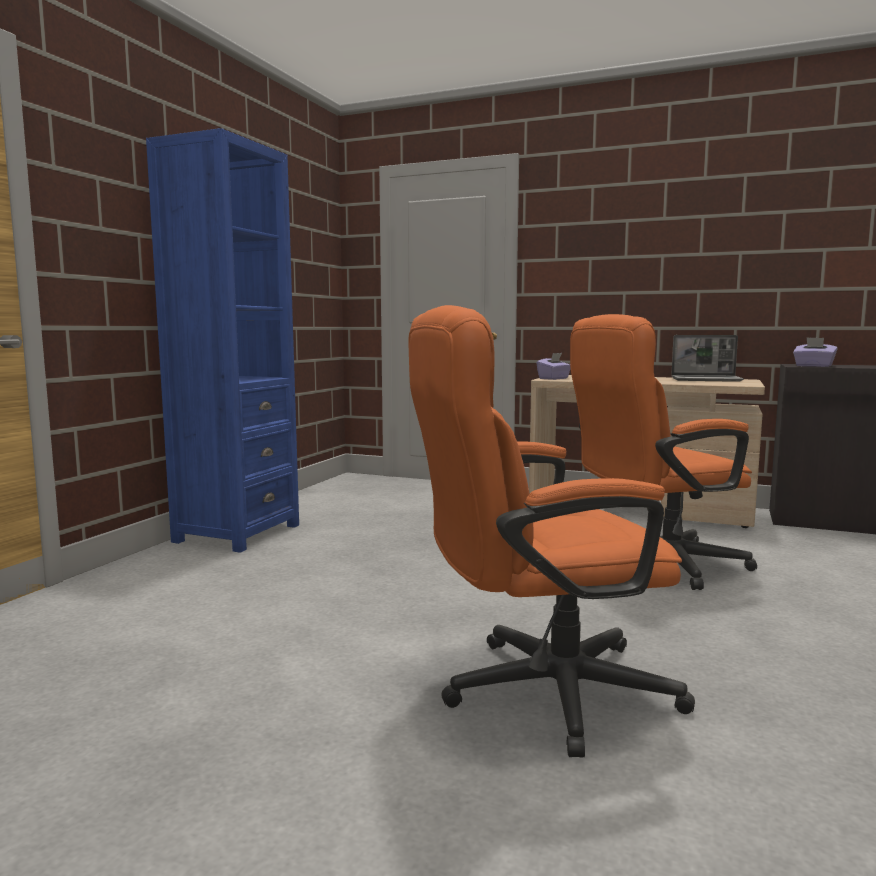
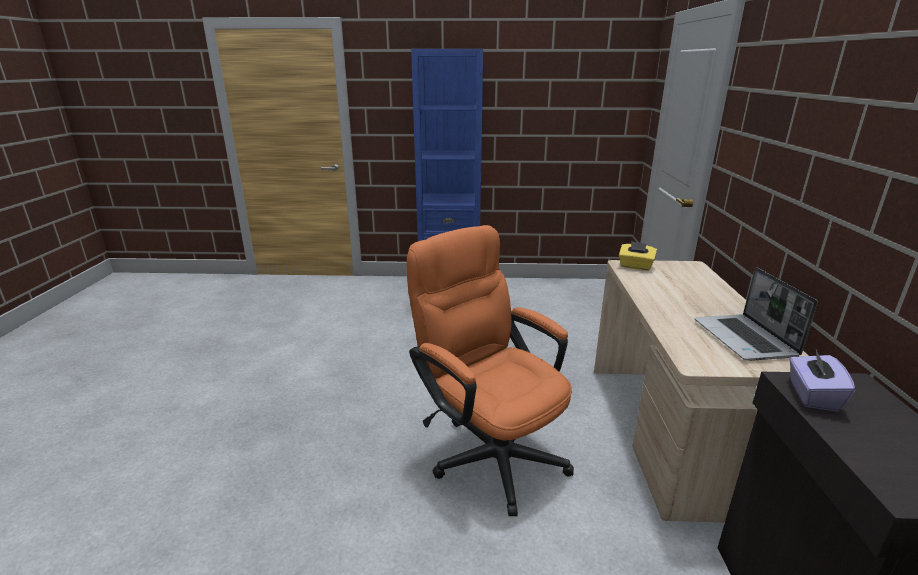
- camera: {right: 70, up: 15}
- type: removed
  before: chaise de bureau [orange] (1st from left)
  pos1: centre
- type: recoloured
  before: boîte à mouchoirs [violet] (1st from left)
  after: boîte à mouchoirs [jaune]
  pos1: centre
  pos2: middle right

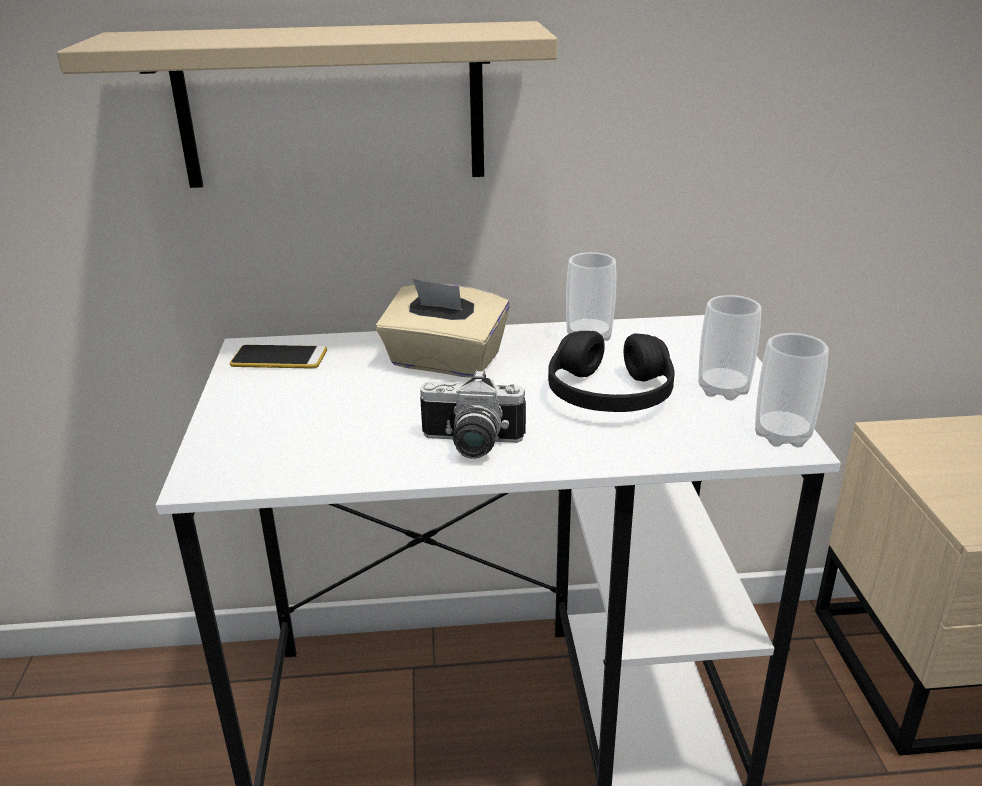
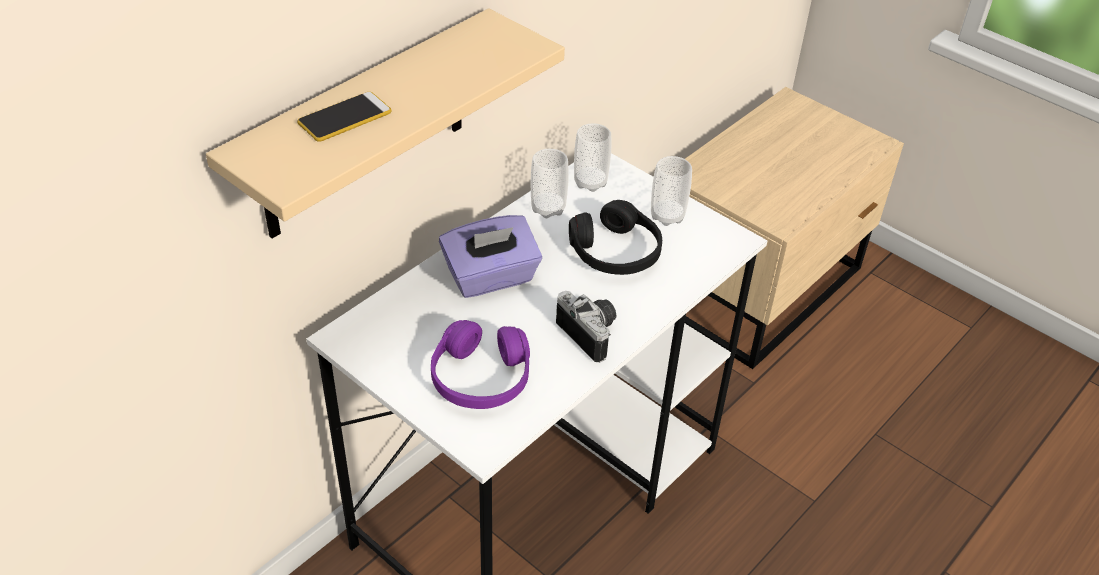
- camera: {right: -45, up: 15}
- type: recoloured
  before: boîte à mouchoirs [beige]
  after: boîte à mouchoirs [violet]
  pos1: centre
  pos2: centre
- type: moved
  before: tasse (3rd from left in the first image)
  after: tasse (2nd from left)
  pos1: middle right
  pos2: top centre
- type: moved
  before: téléphone
  pos1: middle left
  pos2: top left
- type: turned
  before: appareil photo
  pos1: centre
  pos2: centre
  turn: -90
- type: added
  after: casque audio [violet]
  pos2: centre

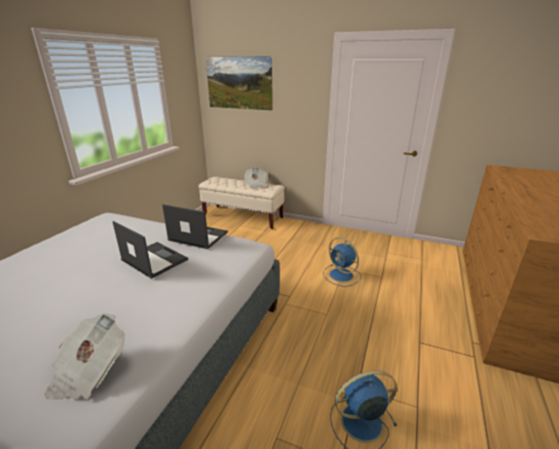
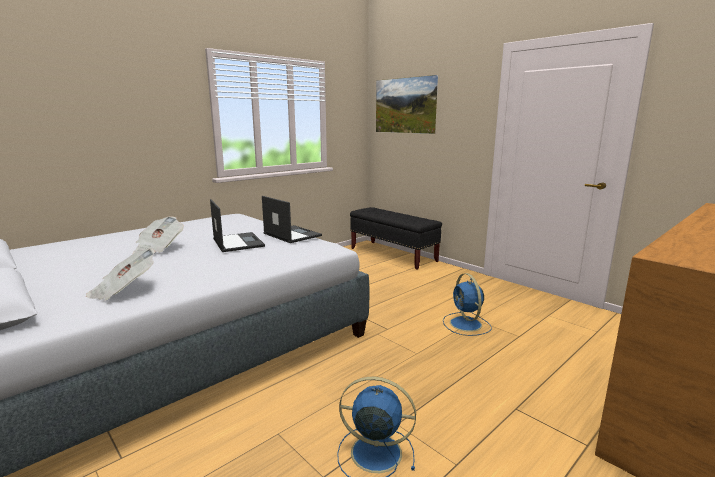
- camera: {right: 25, up: -10}
- type: moved
  before: journal (2nd from left)
  pos1: centre
  pos2: middle left
- type: recoloured
  before: banc [beige]
  after: banc [noir]
  pos1: centre
  pos2: centre

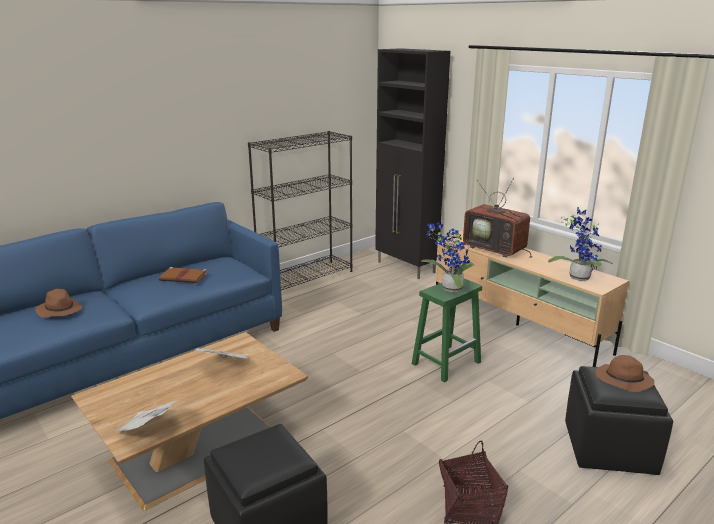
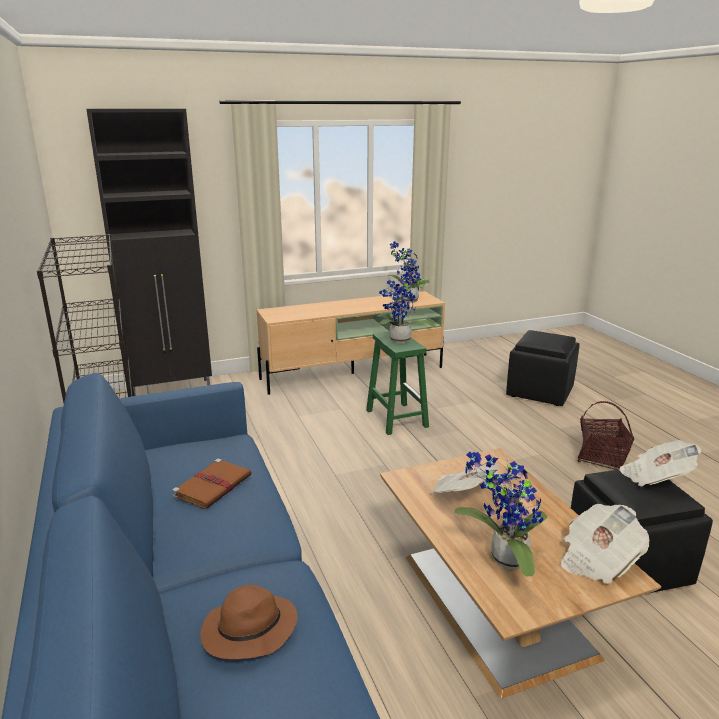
- camera: {right: -70, up: 0}
- type: removed
  before: téléviseur
  pos1: middle right
- type: removed
  before: chapeau [marron] (2nd from left)
  pos1: bottom right
- type: added
  after: journal (3rd from left)
  pos2: middle right
- type: added
  after: plante en pot (3rd from left)
  pos2: bottom right

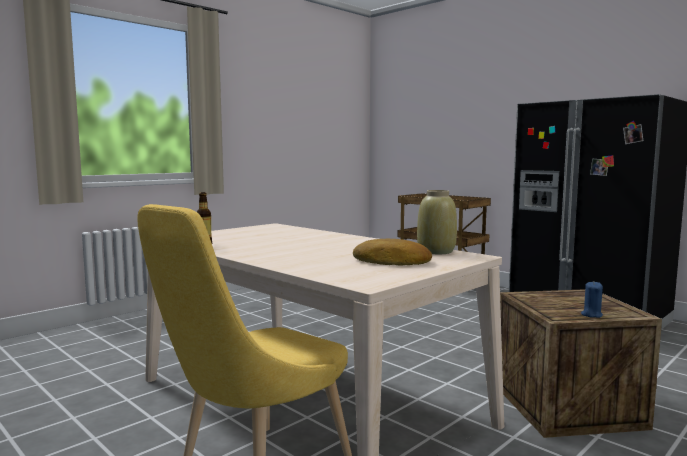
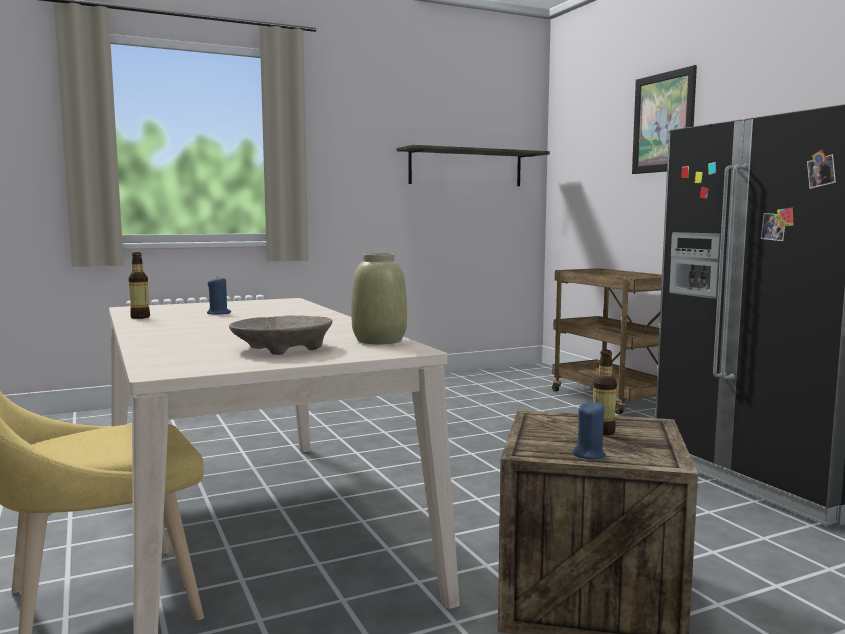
- camera: {right: 20, up: 0}
- type: replaced
  before: pain
  after: bol [beige]
  pos1: centre
  pos2: middle left
- type: added
  after: tableau
  pos2: top right
- type: added
  after: étagère
  pos2: top centre
- type: added
  after: bougie [bleu] (1st from left)
  pos2: middle left
- type: added
  after: bouteille (2nd from left)
  pos2: middle right

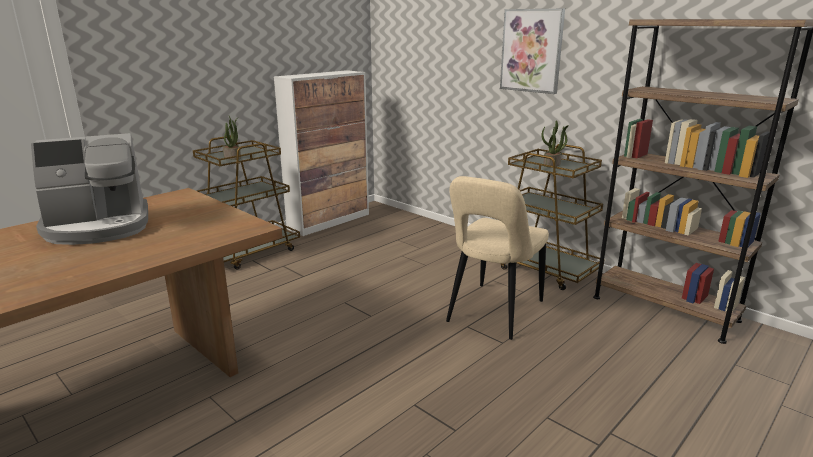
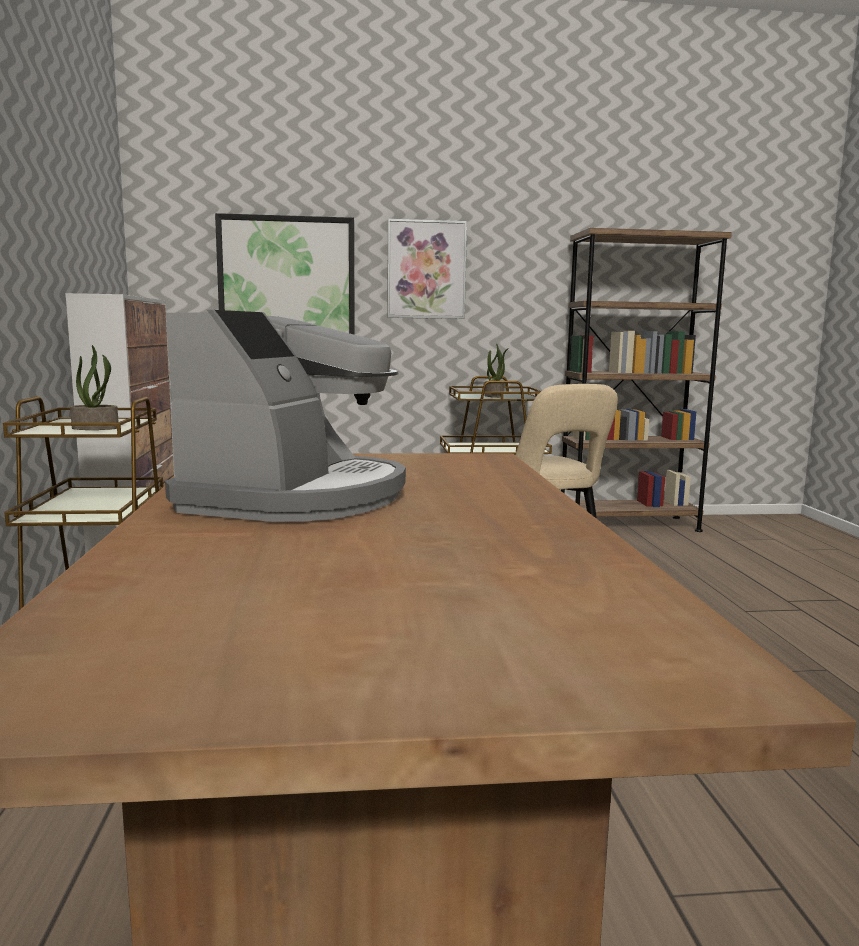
- camera: {right: -50, up: -10}
- type: added
  after: tableau (1st from left)
  pos2: top left

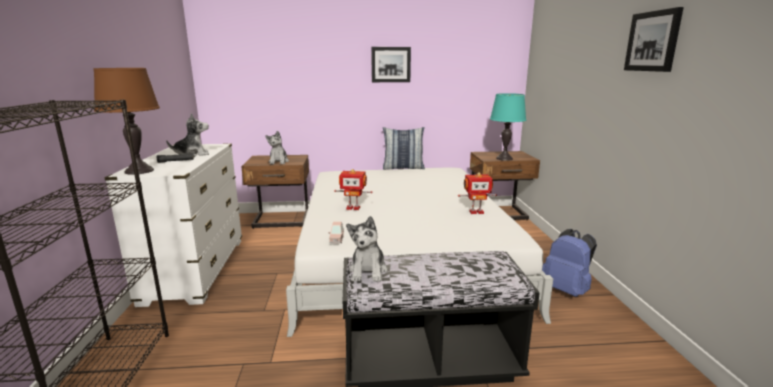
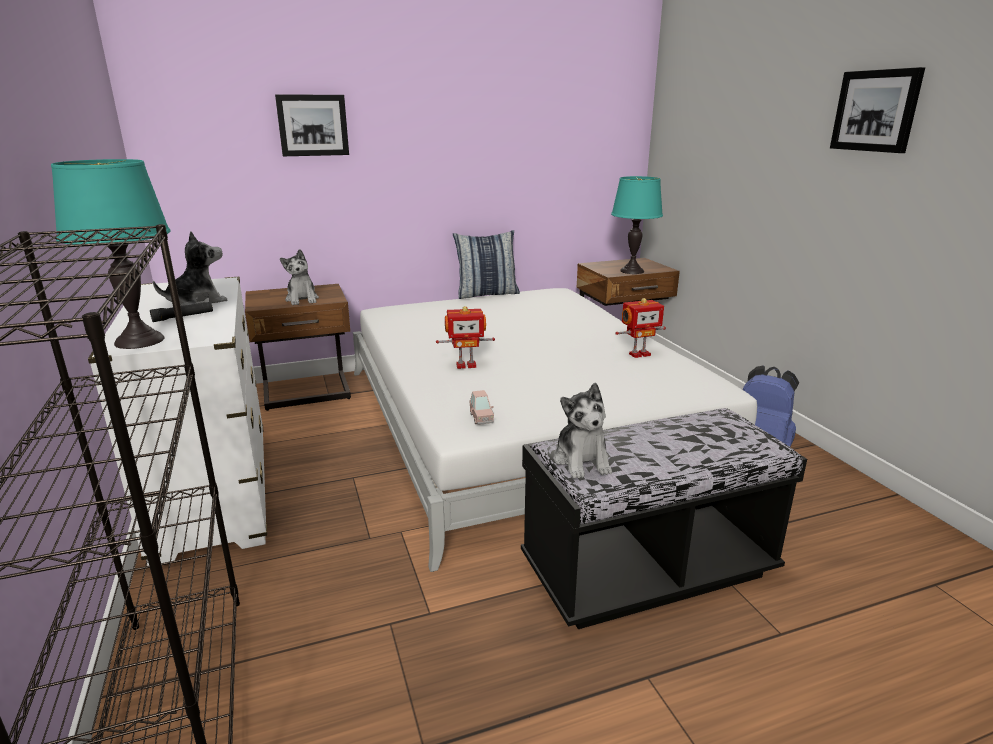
- camera: {right: -15, up: 5}
- type: moved
  before: tableau (1st from left)
  pos1: top centre
  pos2: top left
- type: recoloured
  before: lampe de table [marron]
  after: lampe de table [turquoise] (1st from left)
  pos1: top left
  pos2: middle left

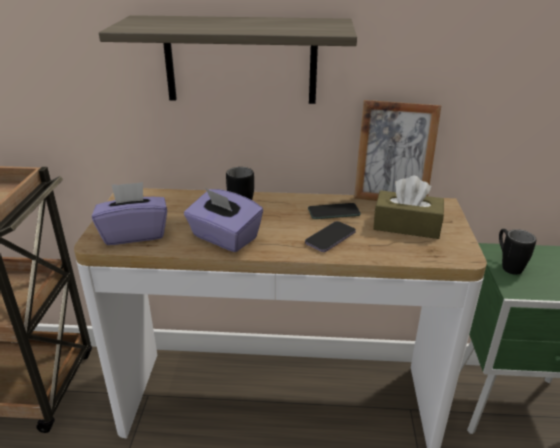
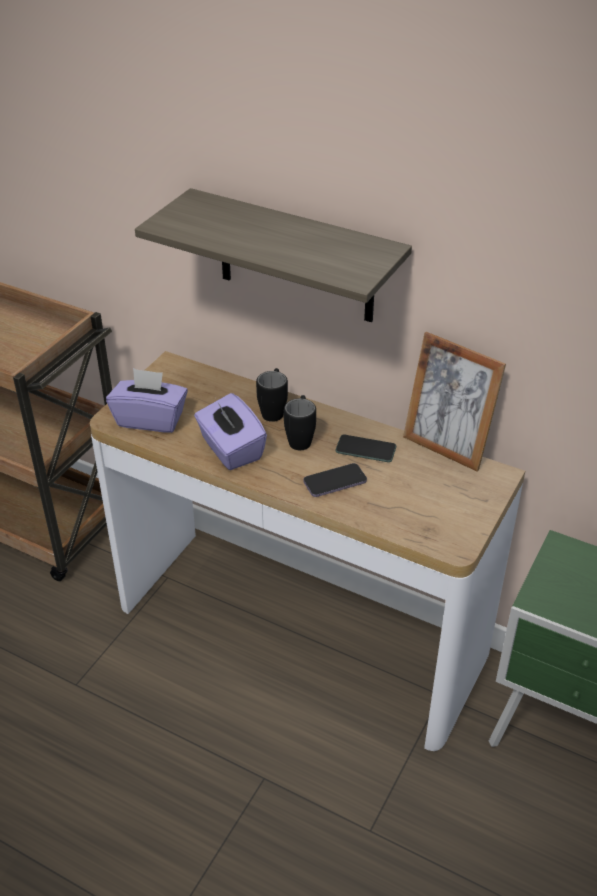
- camera: {right: 25, up: 10}
- type: removed
  before: boîte à mouchoirs [marron]
  pos1: middle right
- type: moved
  before: mug [noir] (2nd from left)
  pos1: middle right
  pos2: centre

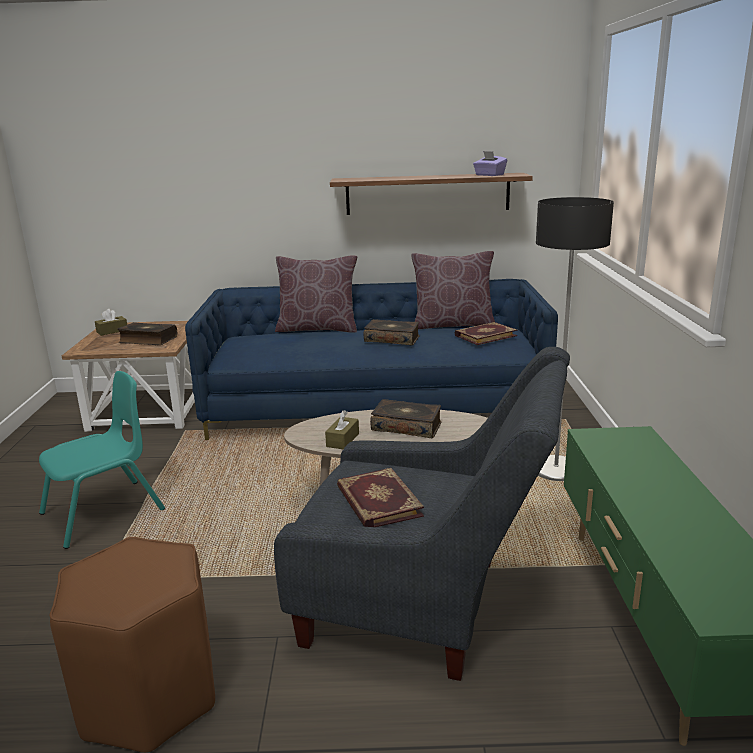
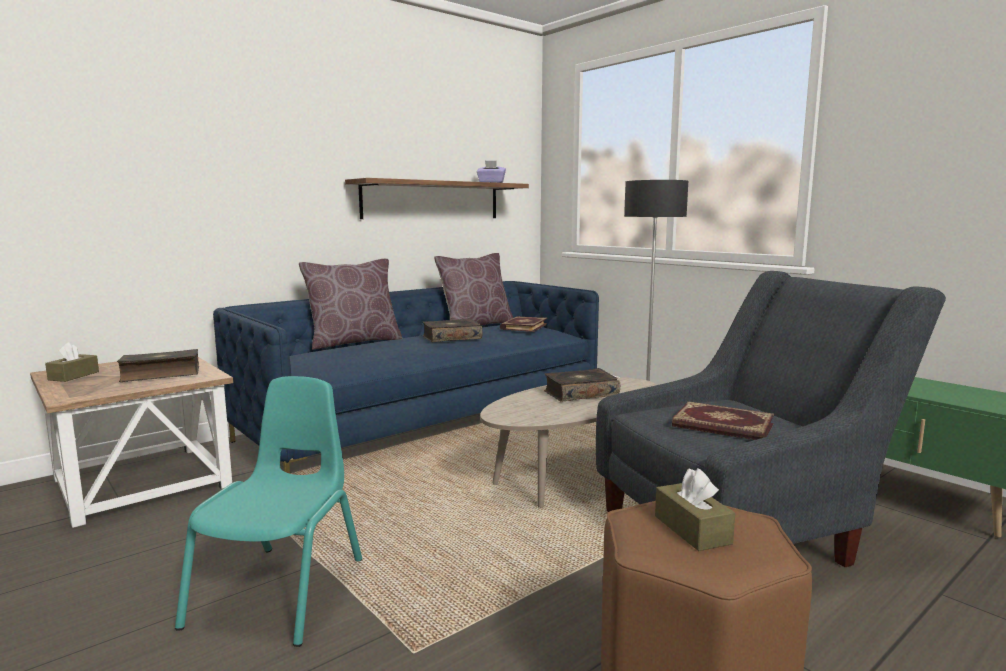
- camera: {right: -40, up: -10}
- type: moved
  before: boîte à mouchoirs [marron] (2nd from left)
  pos1: centre
  pos2: bottom right

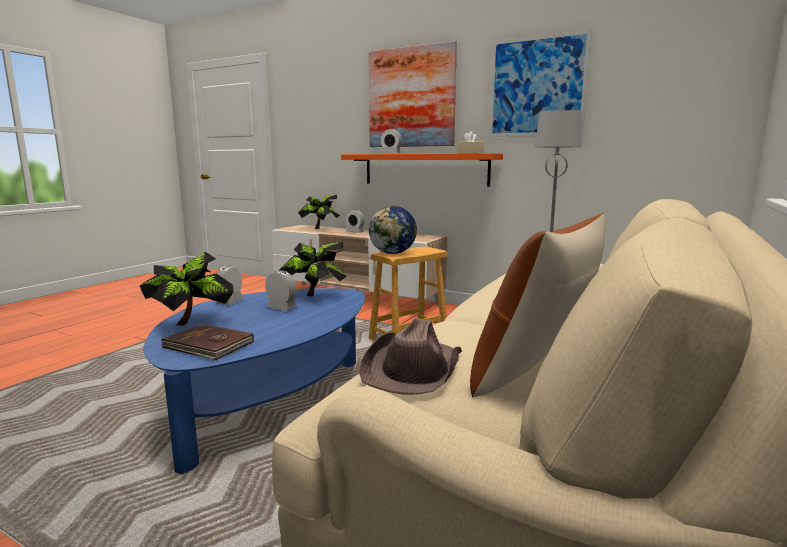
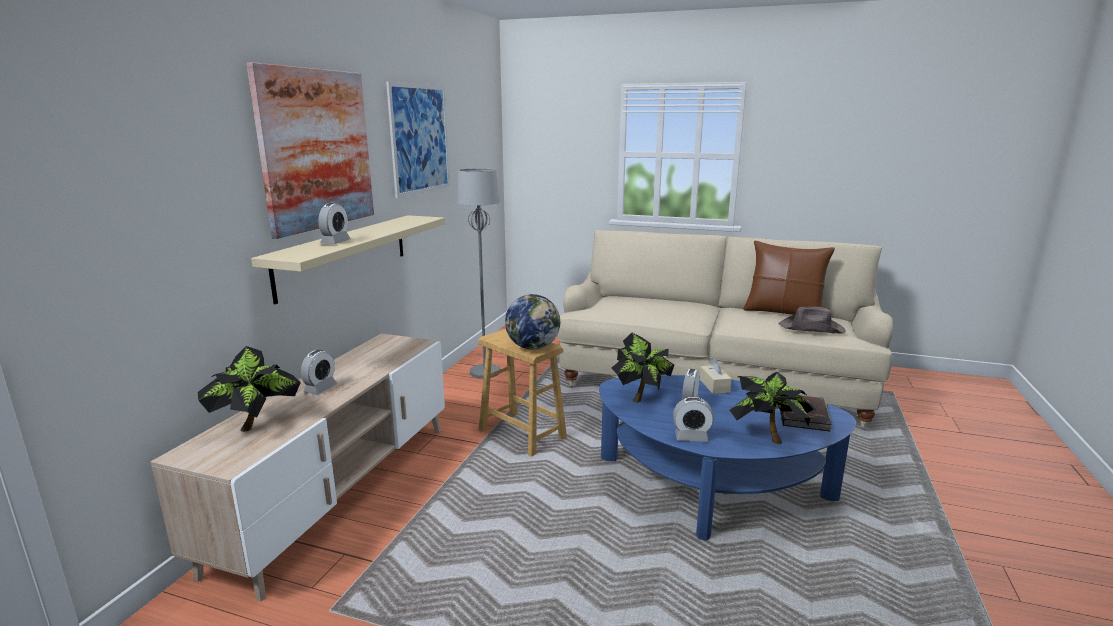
- camera: {right: -100, up: 5}
- type: moved
  before: boîte à mouchoirs [beige]
  pos1: top centre
  pos2: centre
- type: recoloured
  before: étagère [orange]
  after: étagère [beige]
  pos1: top centre
  pos2: middle left

